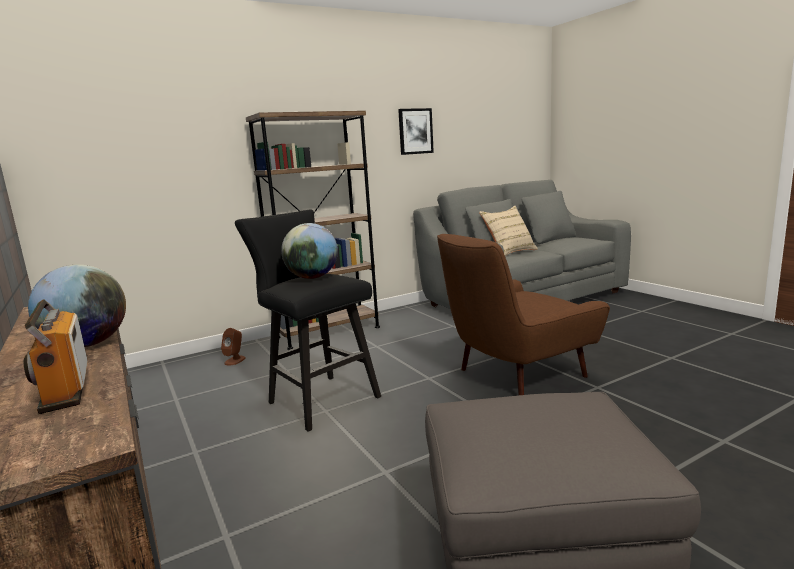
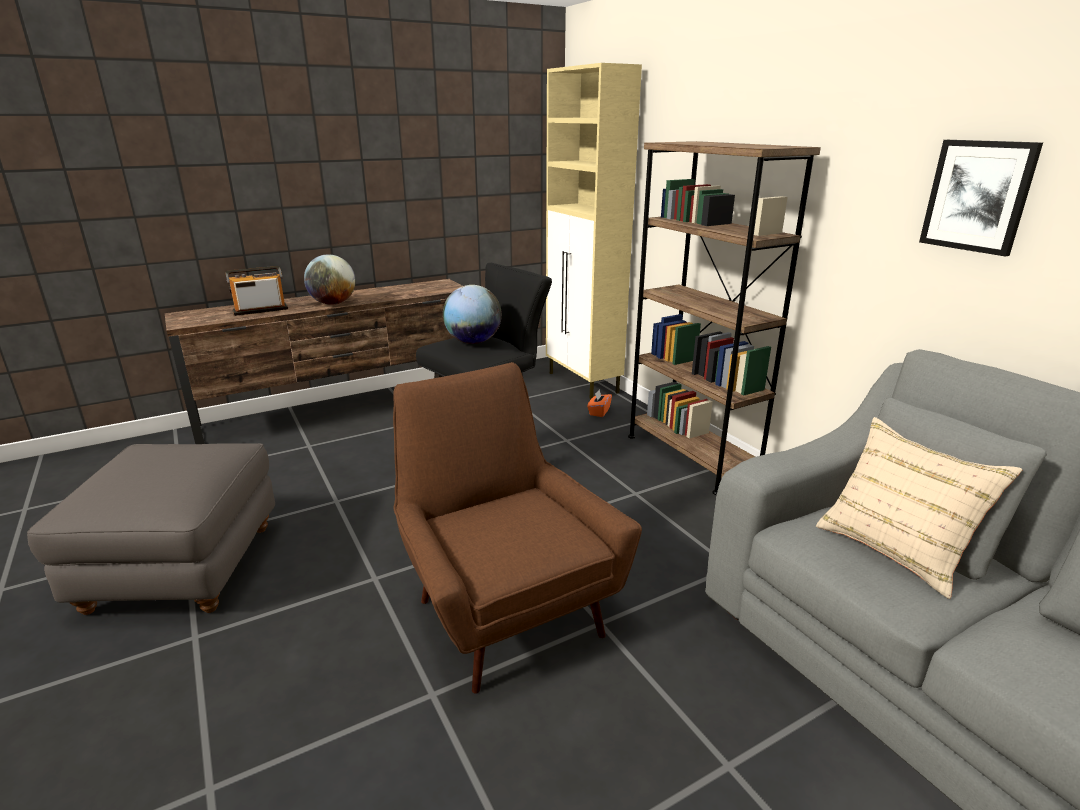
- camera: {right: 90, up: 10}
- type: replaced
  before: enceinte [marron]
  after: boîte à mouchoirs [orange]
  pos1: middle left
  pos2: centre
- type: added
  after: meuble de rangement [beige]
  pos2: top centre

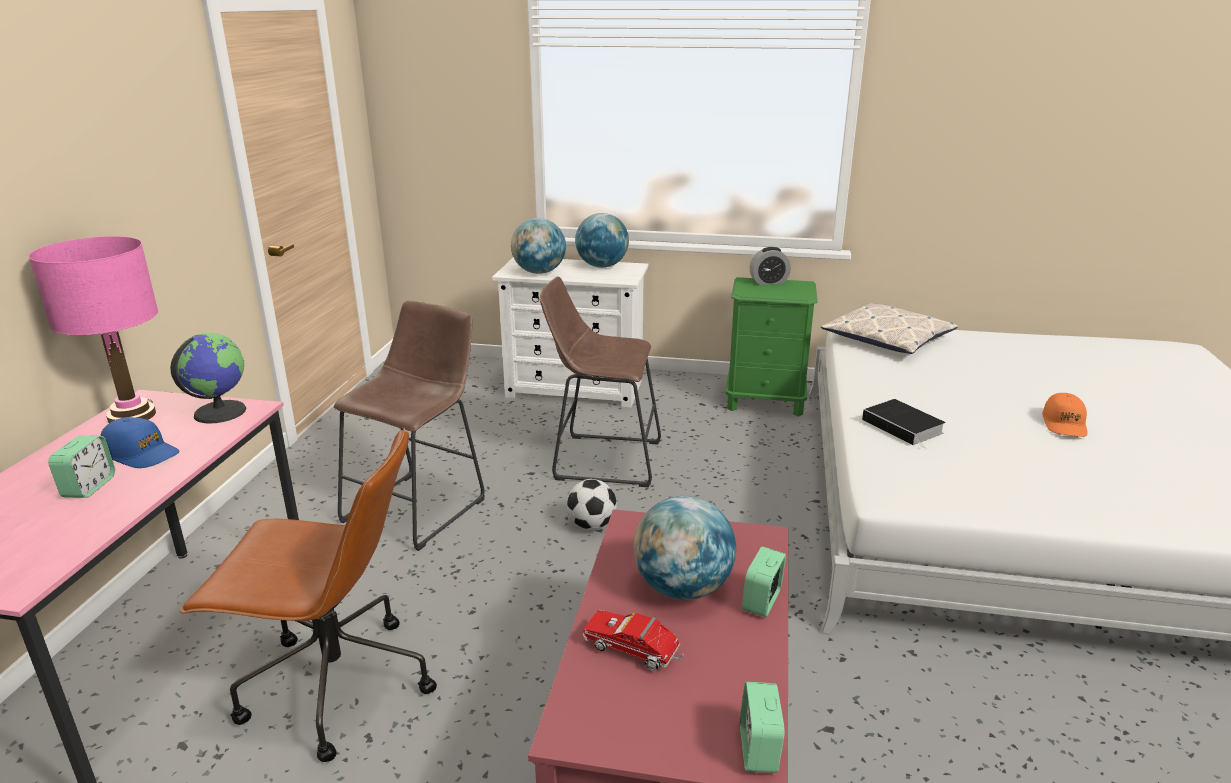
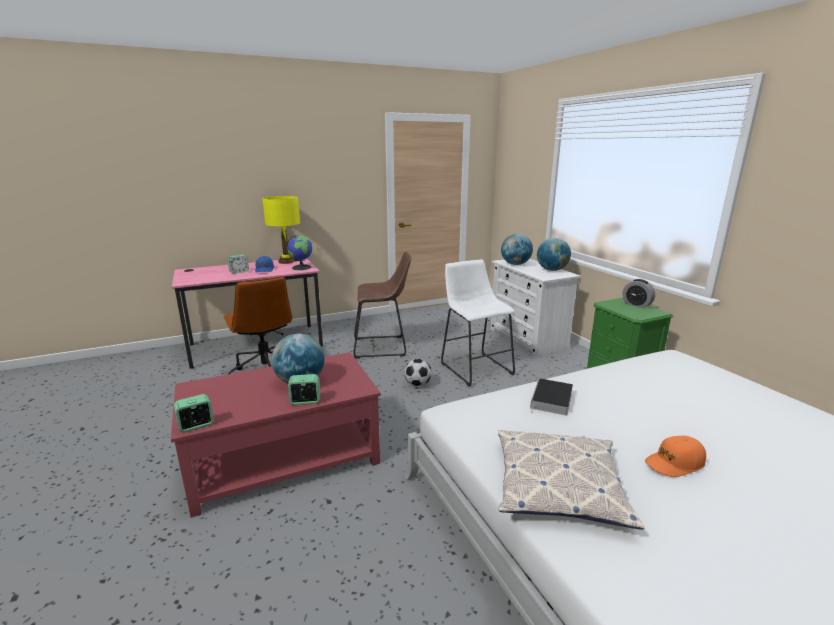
- camera: {right: 55, up: -5}
- type: recoloured
  before: lampe de table [rose]
  after: lampe de table [jaune]
  pos1: middle left
  pos2: centre
- type: recoloured
  before: tabouret [marron] (2nd from left)
  after: tabouret [blanc]
  pos1: centre
  pos2: centre
- type: moved
  before: coussin
  pos1: middle right
  pos2: bottom right
- type: removed
  before: camion jouet
  pos1: bottom centre

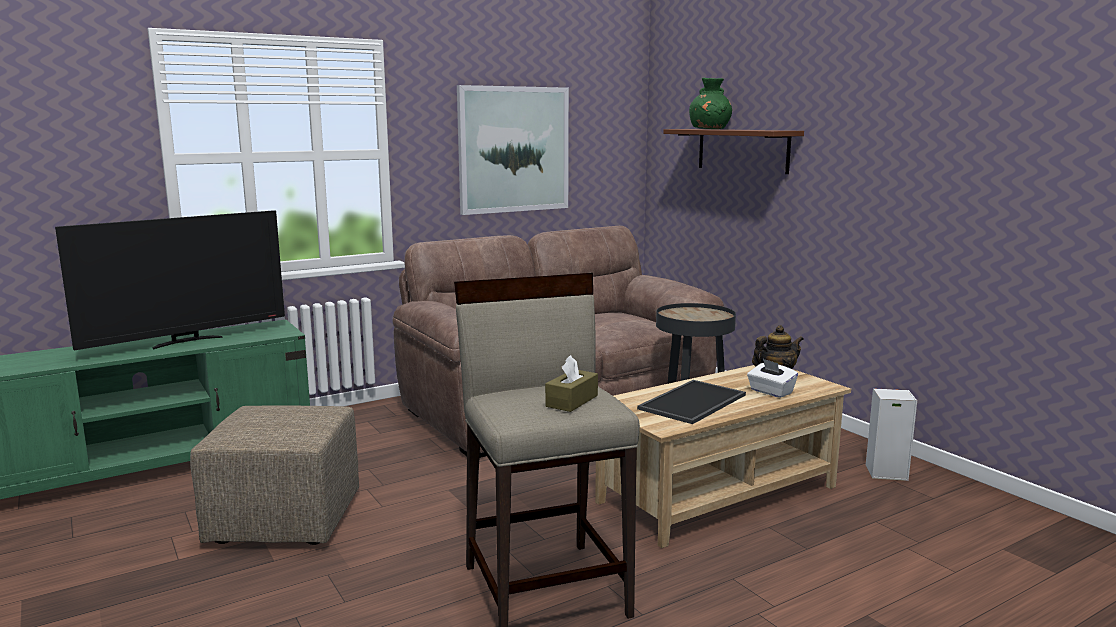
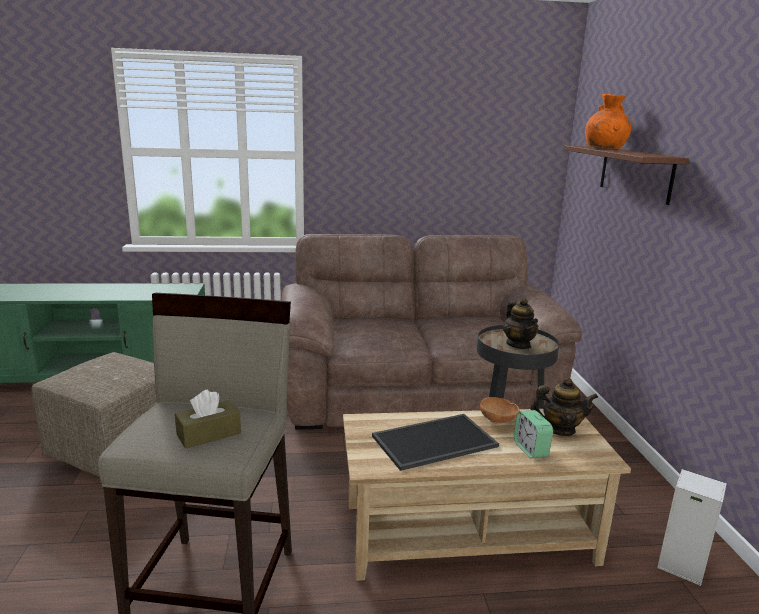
- camera: {right: 25, up: 5}
- type: recoloured
  before: vase [vert]
  after: vase [orange]
  pos1: top centre
  pos2: top right
- type: removed
  before: tableau
  pos1: top centre
- type: removed
  before: téléviseur
  pos1: middle left
- type: replaced
  before: boîte à mouchoirs [blanc]
  after: réveil
  pos1: middle right
  pos2: bottom right
- type: added
  after: théière (1st from left)
  pos2: middle right
- type: added
  after: bol [marron]
  pos2: bottom centre

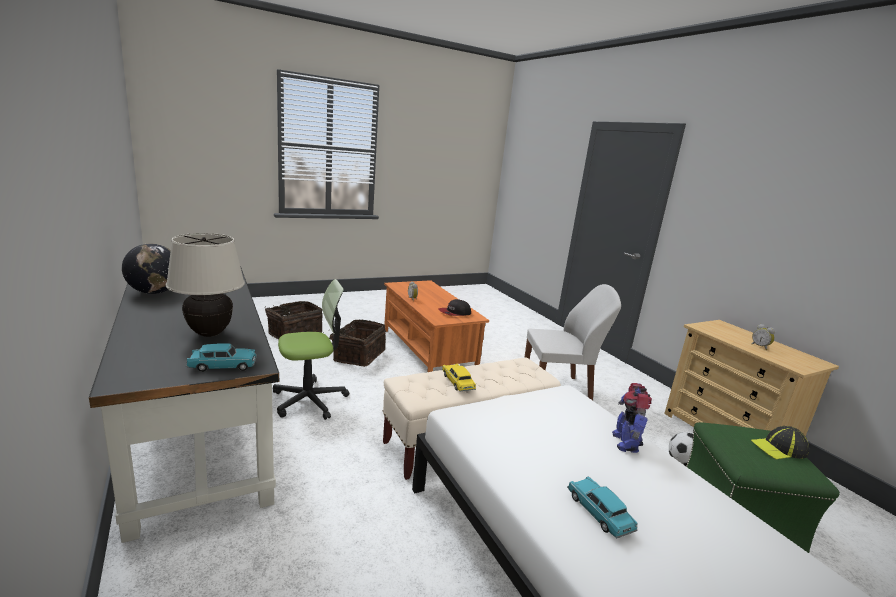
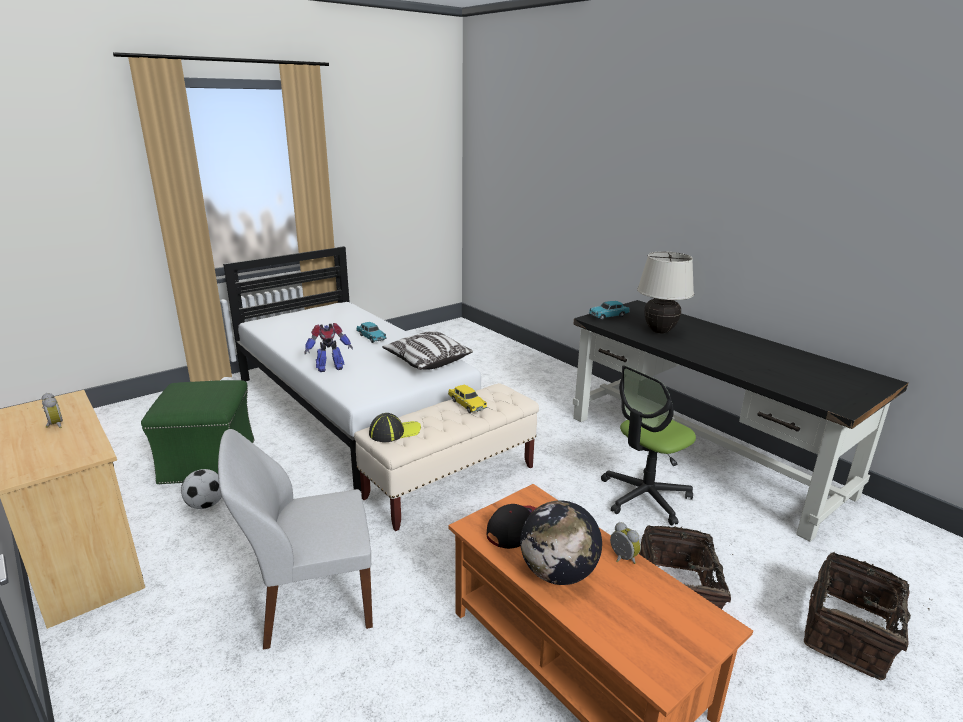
- camera: {right: 170, up: 5}
- type: moved
  before: globe
  pos1: middle left
  pos2: bottom centre
- type: turned
  before: robot jouet
  pos1: bottom right
  pos2: centre
  turn: 75
- type: moved
  before: casquette (2nd from left in the first image)
  after: casquette (1st from left)
  pos1: bottom right
  pos2: centre
- type: added
  after: coussin
  pos2: centre

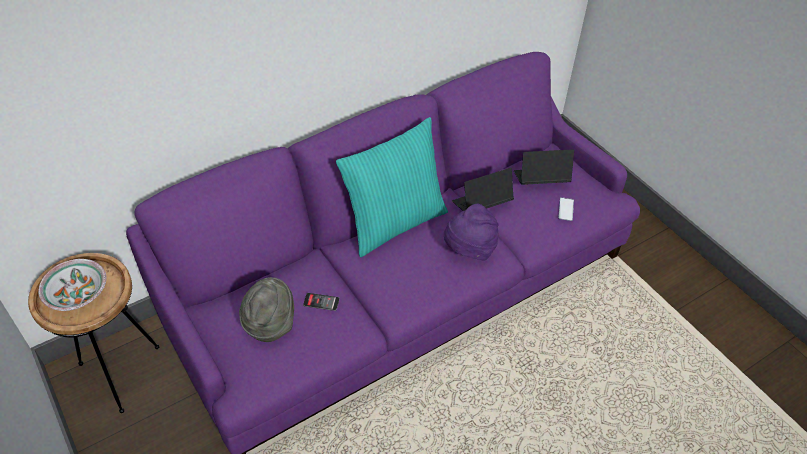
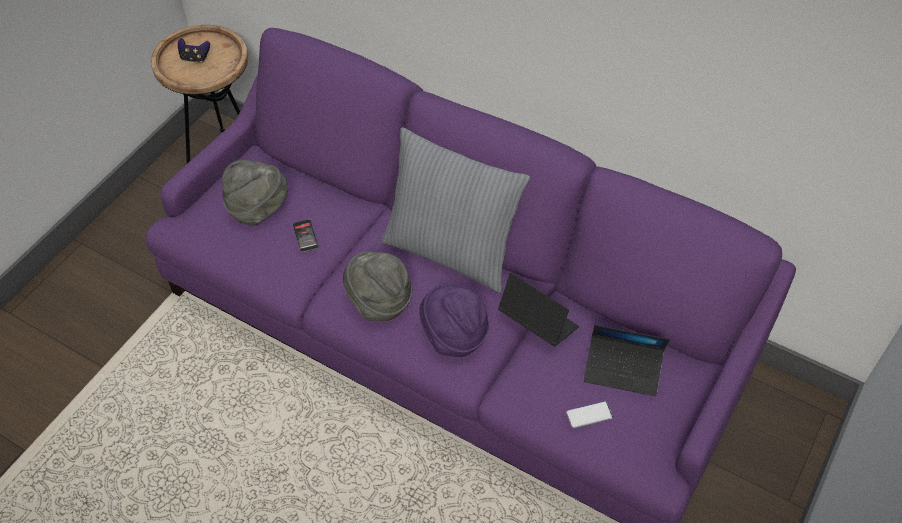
- camera: {right: 65, up: 5}
- type: recoloured
  before: coussin [turquoise]
  after: coussin [gris]
  pos1: centre
  pos2: centre
- type: turned
  before: ordinateur portable (2nd from left)
  pos1: middle right
  pos2: bottom right
  turn: 135
- type: replaced
  before: bol
  after: manette
  pos1: middle left
  pos2: top left
- type: added
  after: chapeau [gris] (2nd from left)
  pos2: centre

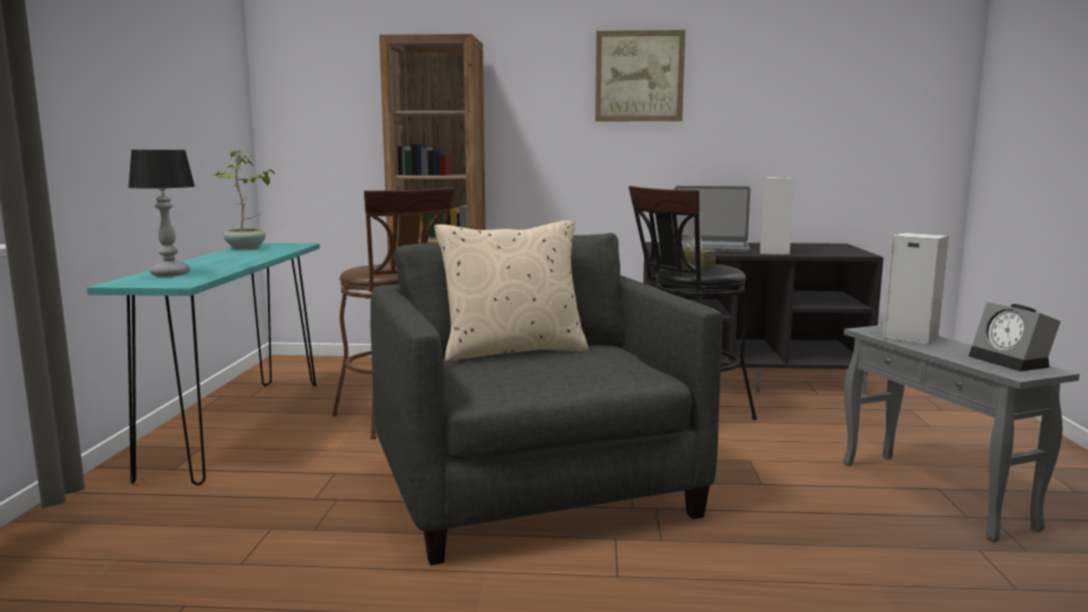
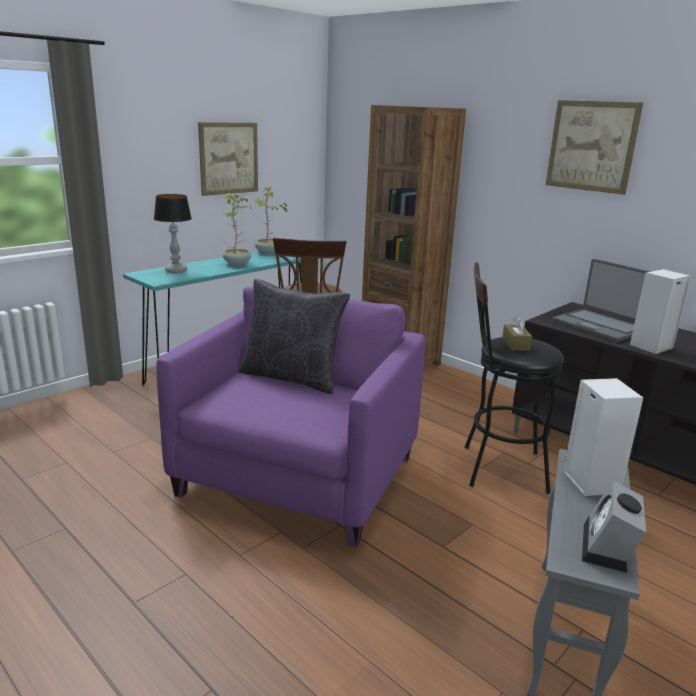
- camera: {right: 40, up: 10}
- type: recoloured
  before: coussin [beige]
  after: coussin [noir]
  pos1: centre
  pos2: centre
- type: recoloured
  before: fauteuil [gris]
  after: fauteuil [violet]
  pos1: centre
  pos2: centre
- type: added
  after: tableau (1st from left)
  pos2: top left
- type: added
  after: plante en pot (1st from left)
  pos2: top centre

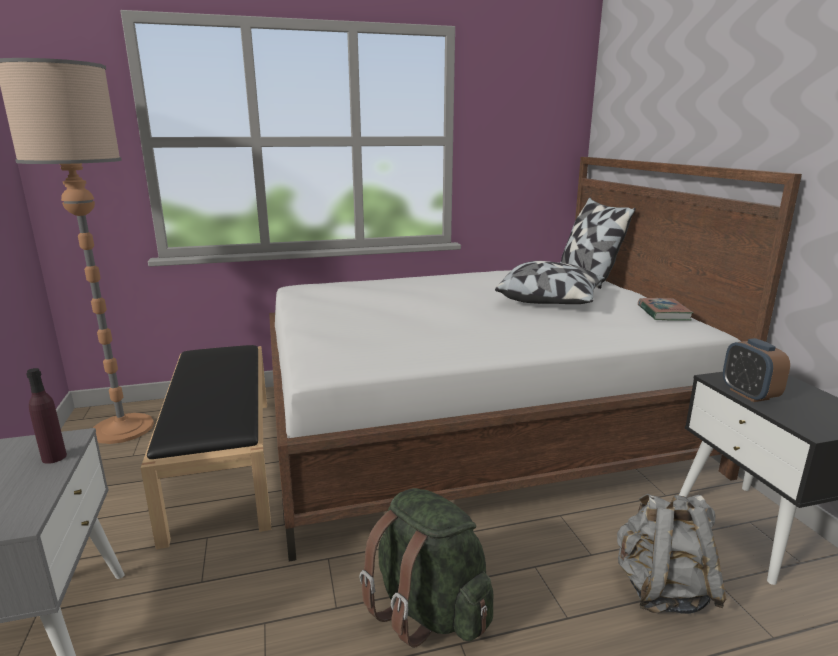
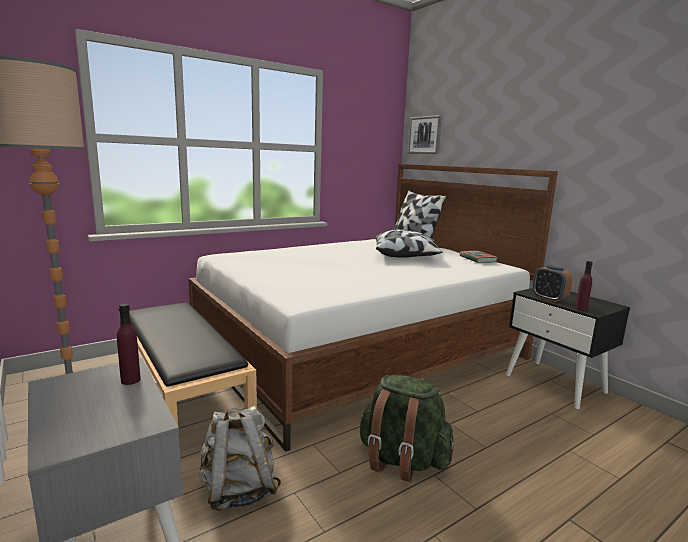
- camera: {right: -20, up: -5}
- type: moved
  before: sac à dos [gris]
  pos1: bottom right
  pos2: bottom centre
- type: added
  after: tableau
  pos2: top centre
- type: added
  after: bouteille [violet] (2nd from left)
  pos2: middle right

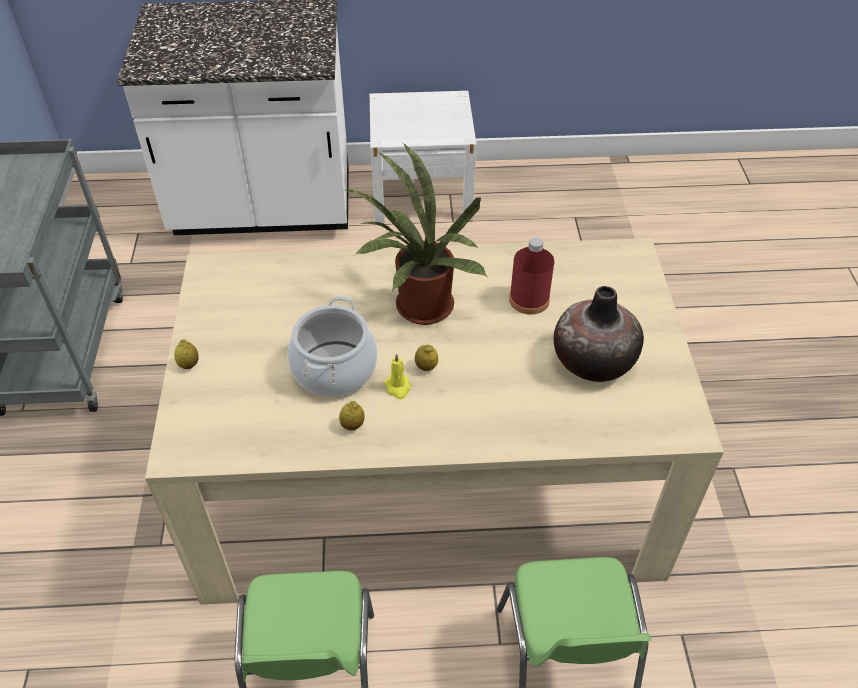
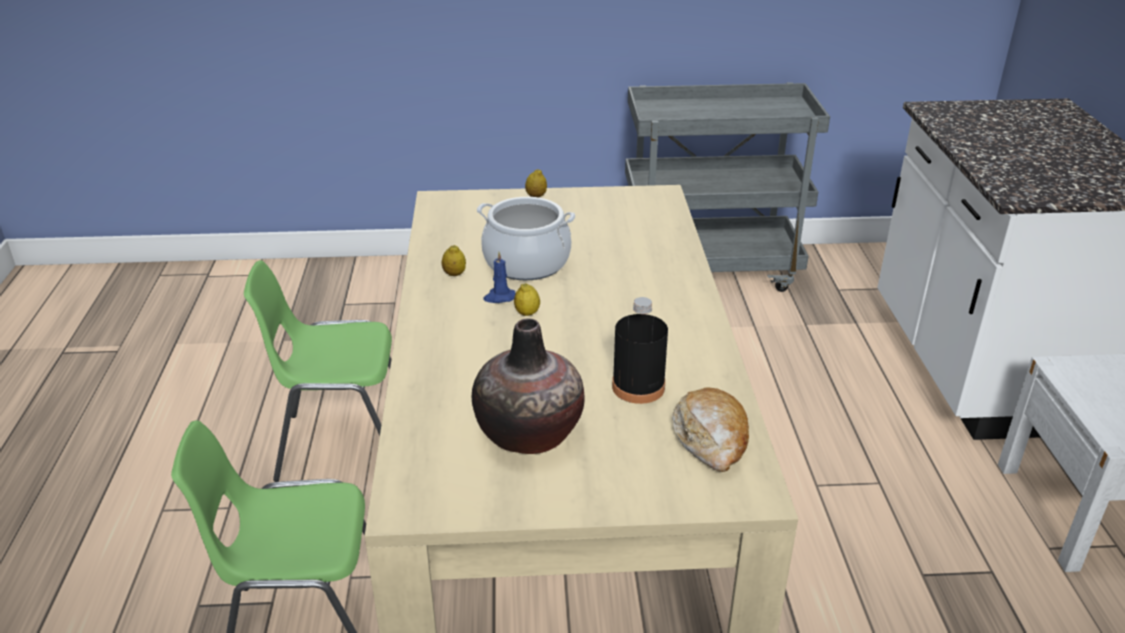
- camera: {right: 90, up: -15}
- type: removed
  before: plante en pot
  pos1: centre
- type: recoloured
  before: bouteille [rouge]
  after: bouteille [noir]
  pos1: centre
  pos2: centre
- type: recoloured
  before: bougie [jaune]
  after: bougie [bleu]
  pos1: centre
  pos2: centre
- type: added
  after: pain
  pos2: bottom centre

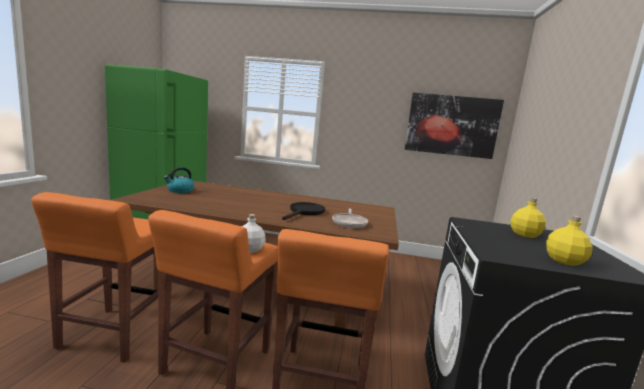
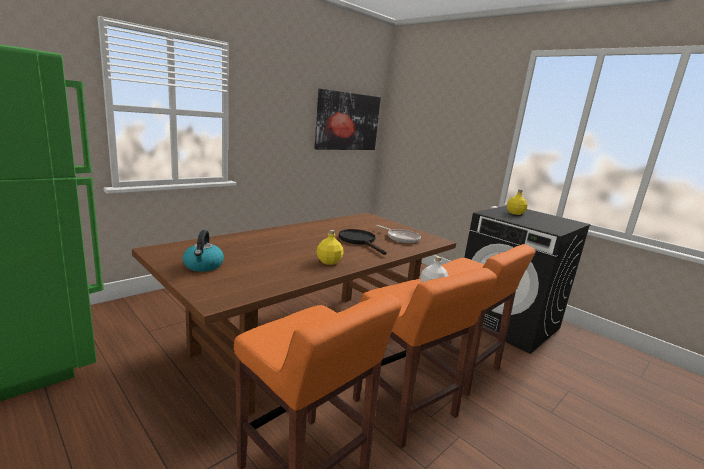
- camera: {right: -55, up: 5}
- type: moved
  before: bouteille [jaune] (2nd from left in the first image)
  after: bouteille [jaune] (1st from left)
  pos1: middle right
  pos2: centre

